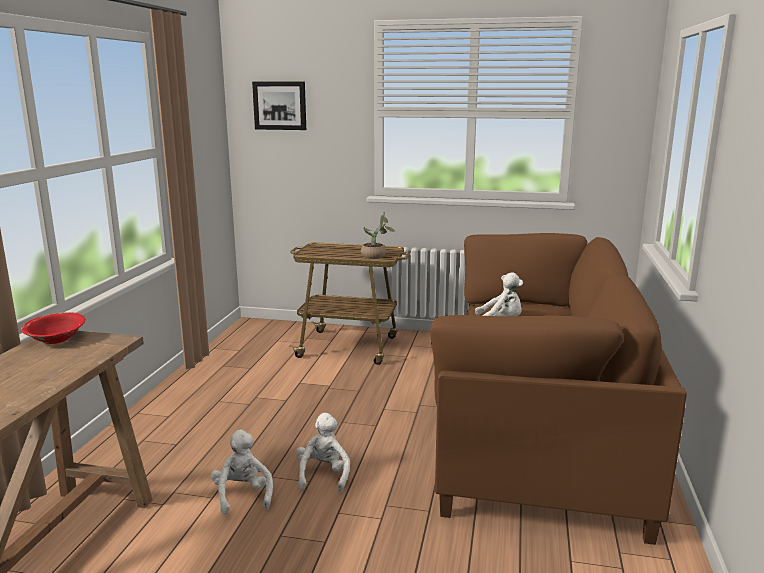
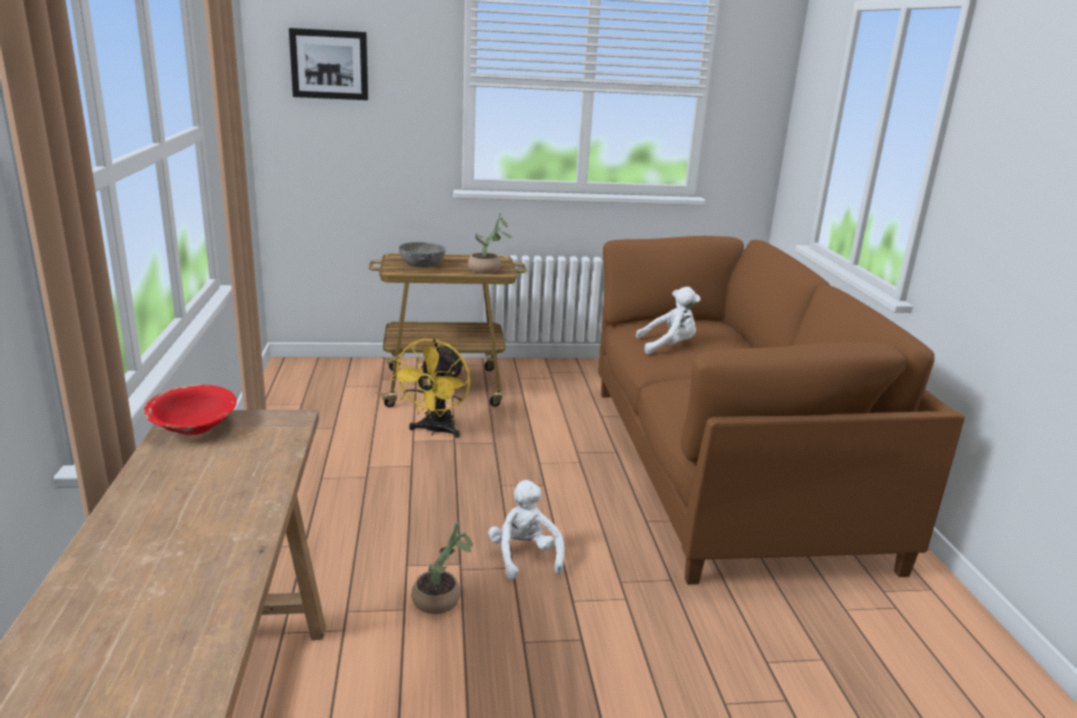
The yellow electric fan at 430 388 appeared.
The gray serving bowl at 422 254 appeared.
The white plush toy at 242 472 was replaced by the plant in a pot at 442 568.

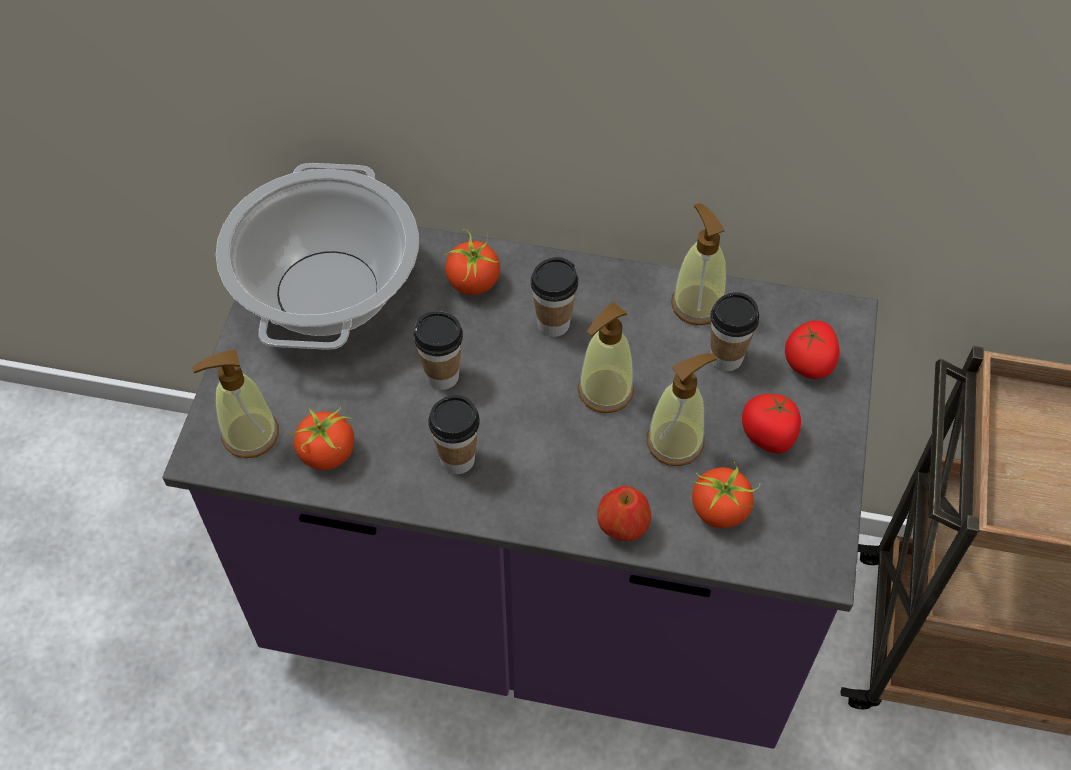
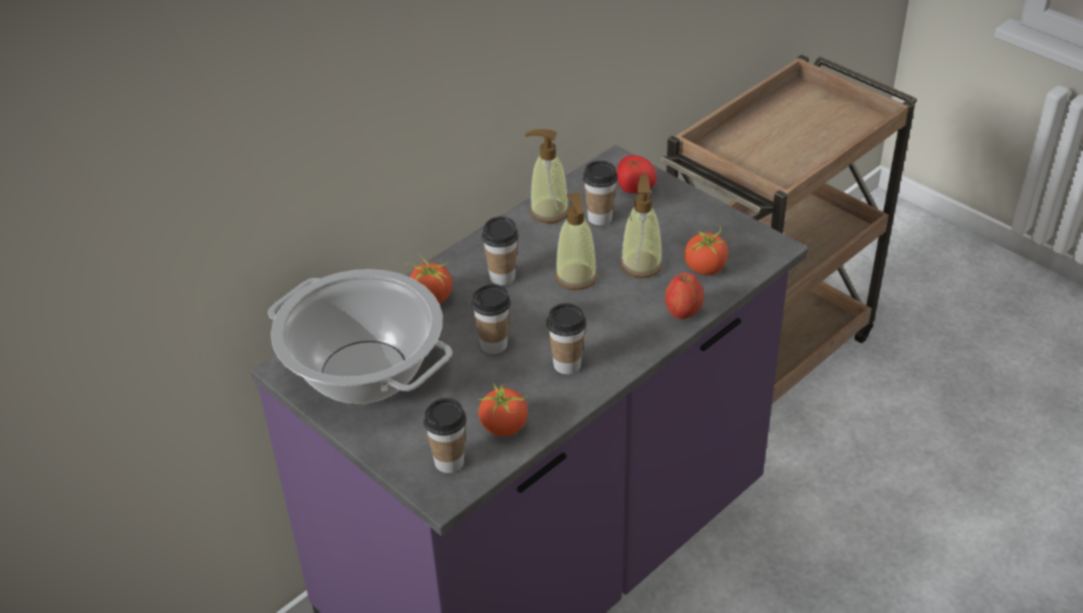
The soap dispenser at 235 404 was replaced by the drinking cup at 444 435.
The whole tomato at 771 424 disappeared.

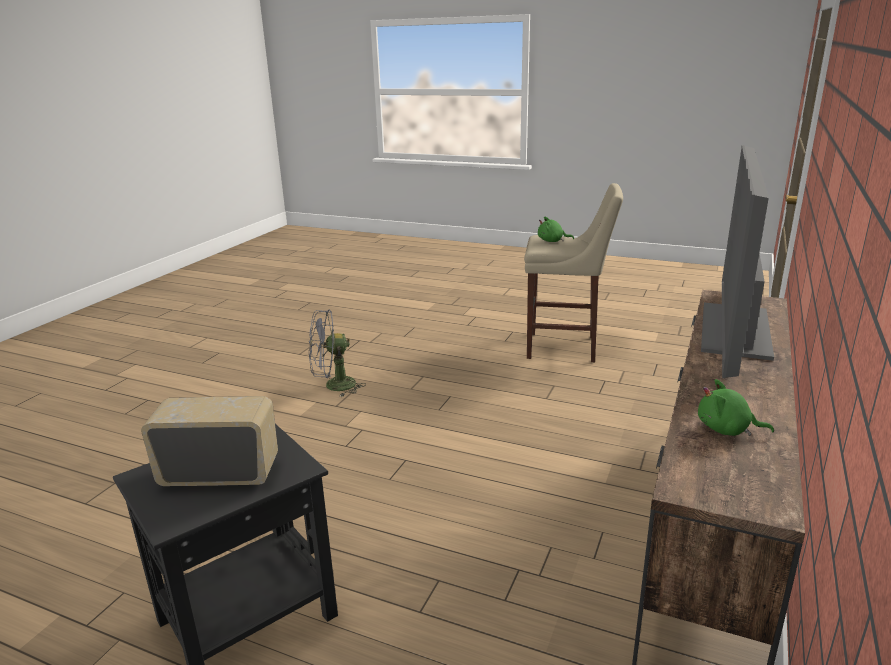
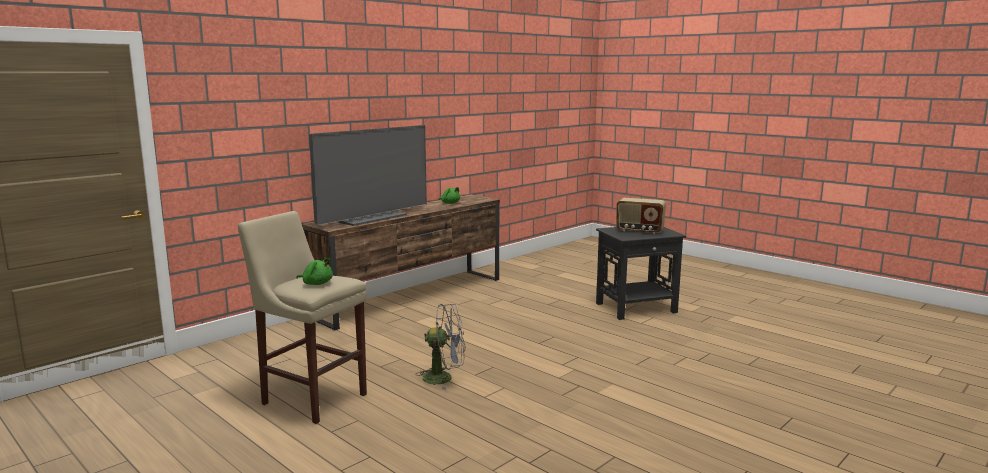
The gray electric fan moved from 337 353 to 440 347.

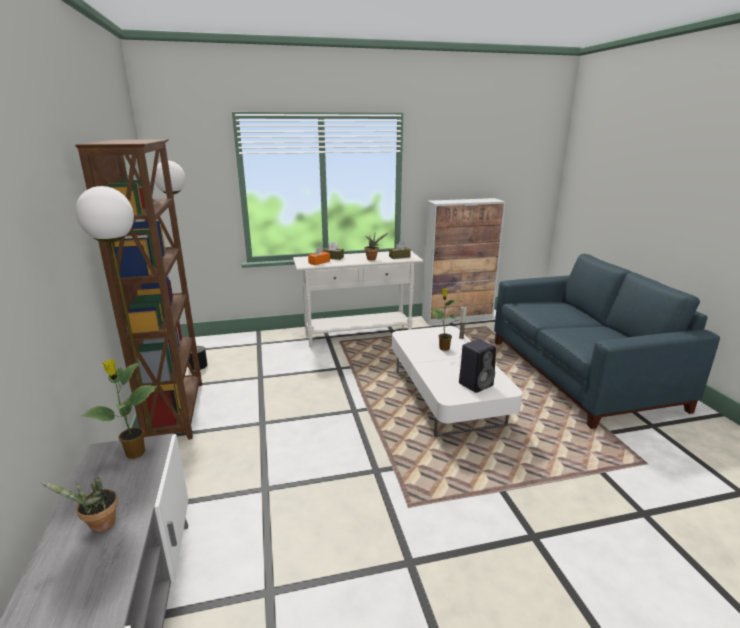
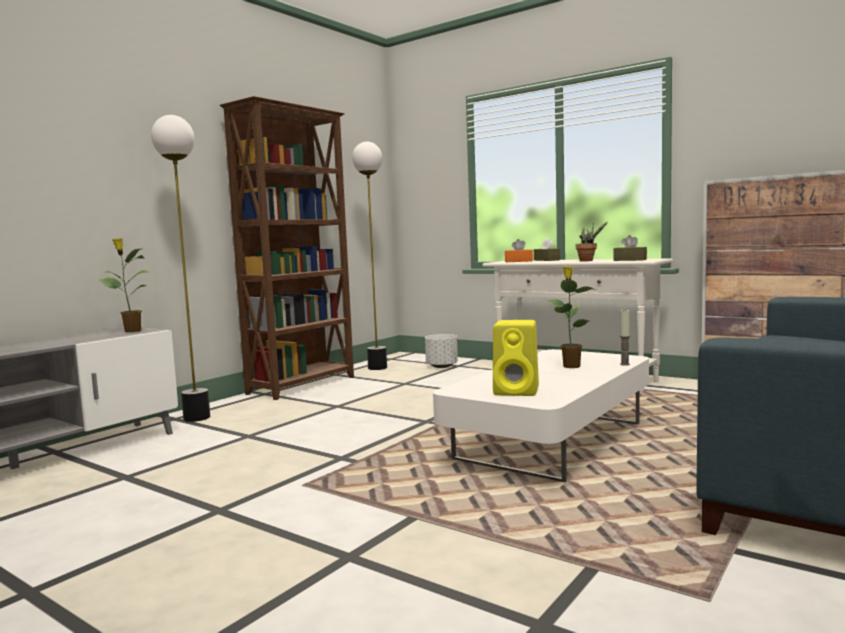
The white plant pot at 441 351 appeared.
The black speaker at 477 366 became the yellow speaker at 516 358.
The plant in a pot at 79 505 disappeared.

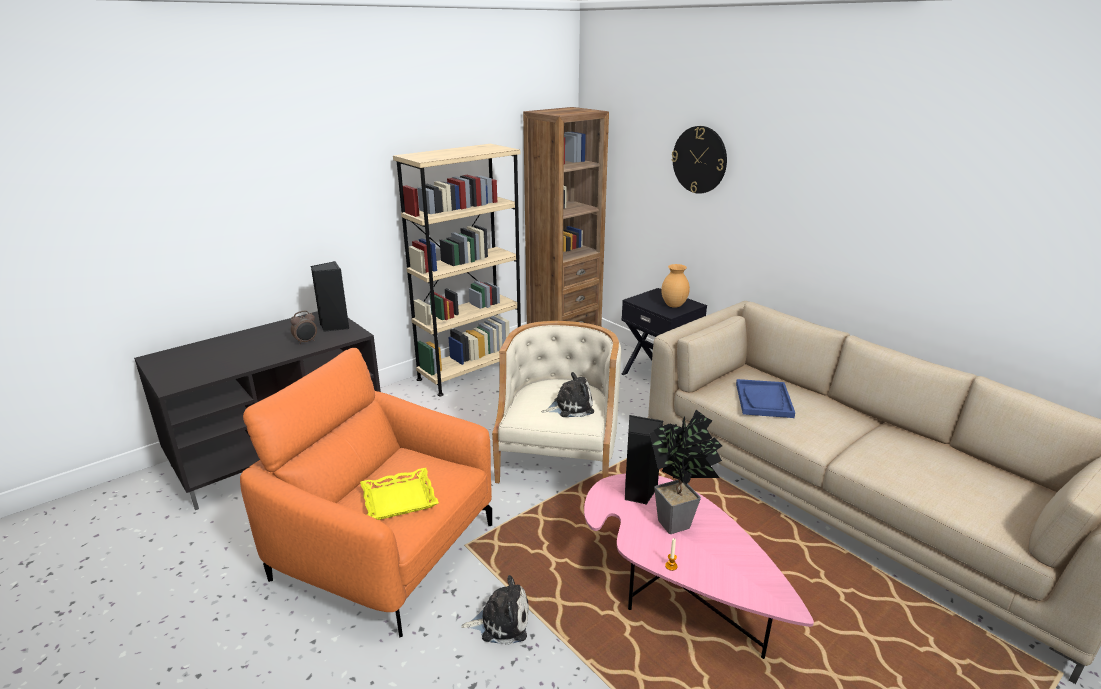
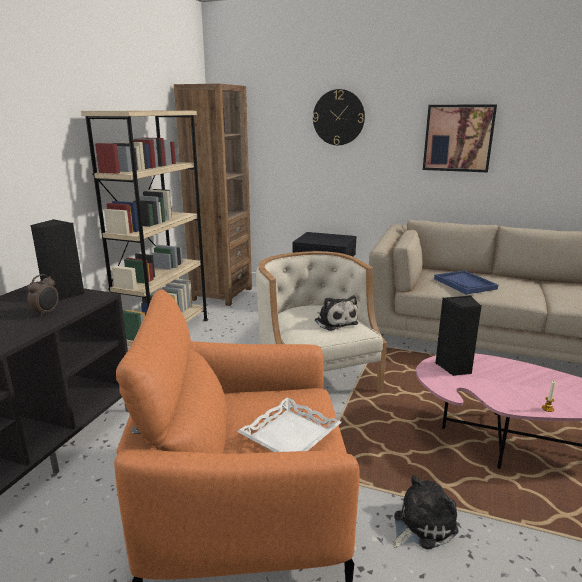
The yellow serving tray at 399 494 became the white serving tray at 289 424.
The plush toy at 568 394 turned 105 degrees clockwise.
The wall picture at 460 138 appeared.
The plant in a pot at 686 472 disappeared.
The brownish vase at 675 286 disappeared.

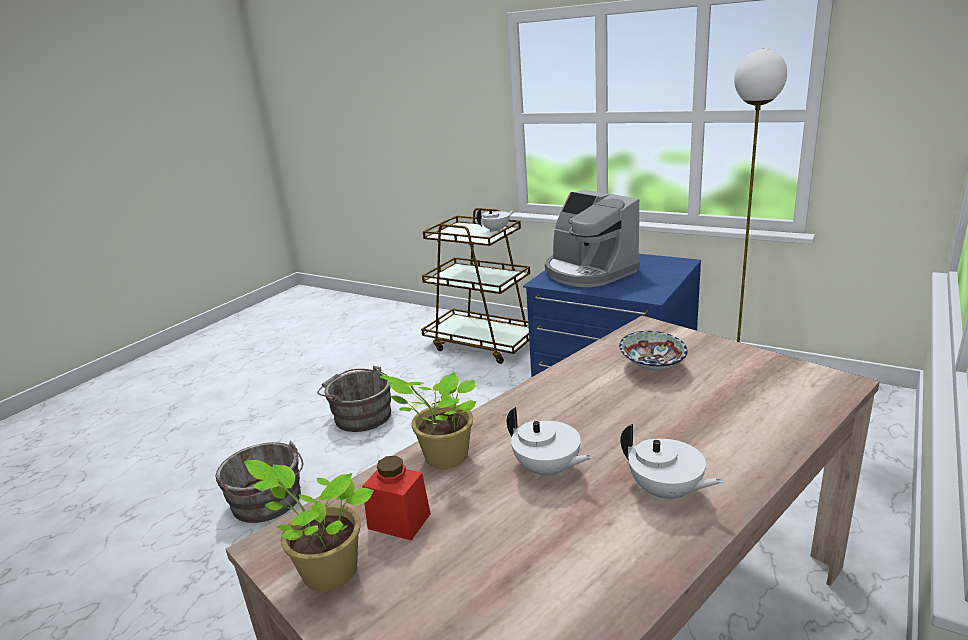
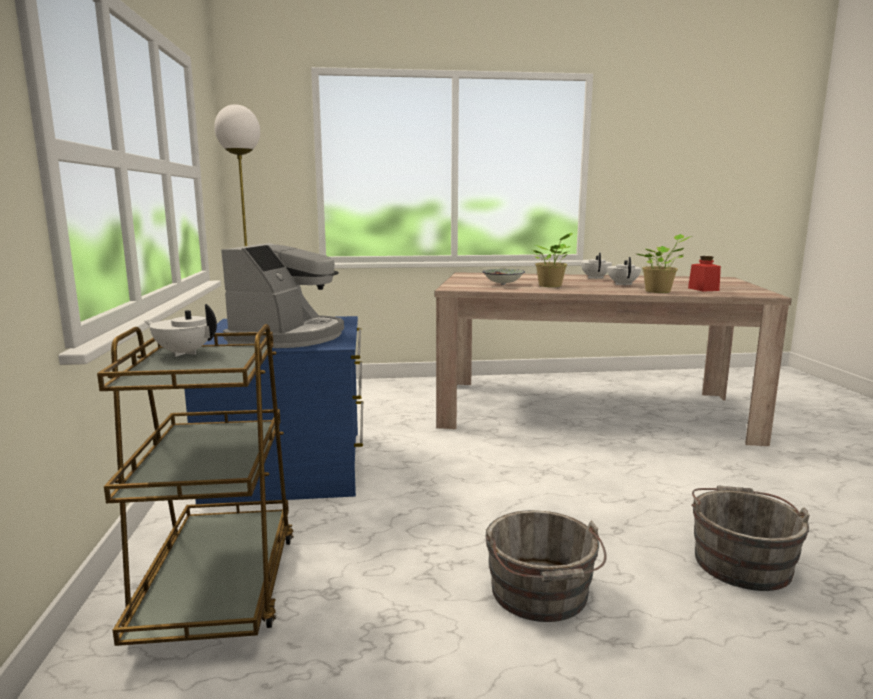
The plant in a pot moved from 309 526 to 553 260.

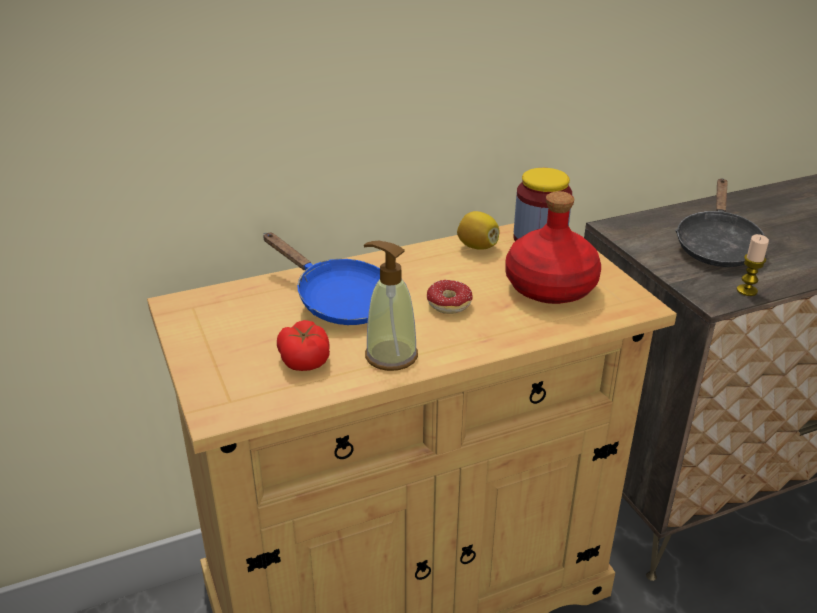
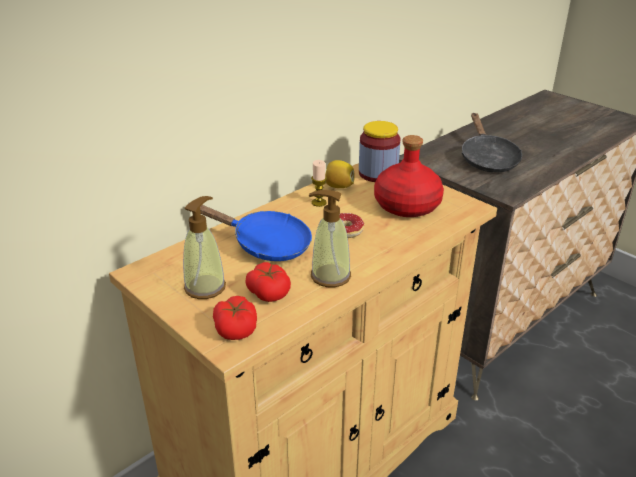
The soap dispenser at 204 247 appeared.
The whole tomato at 235 318 appeared.
The wax candle moved from 753 265 to 319 183.

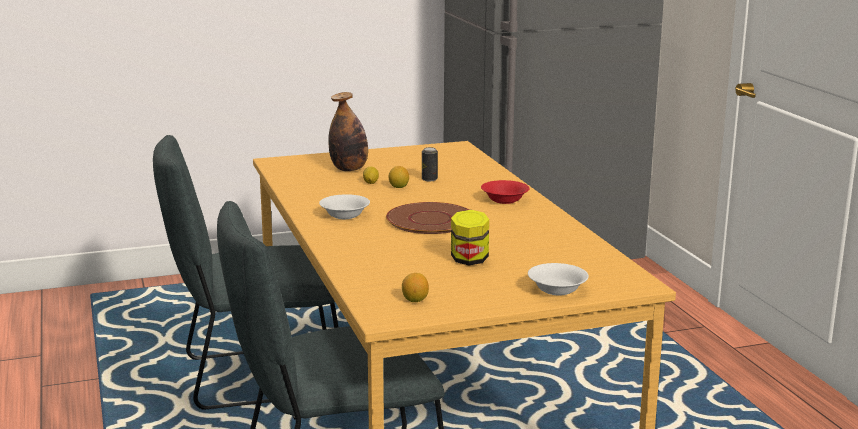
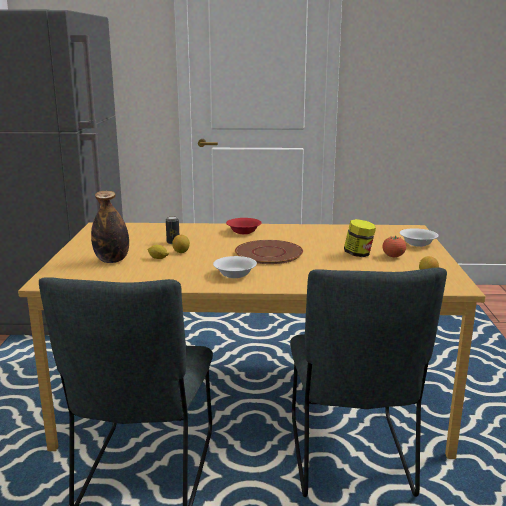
The whole tomato at 394 246 appeared.

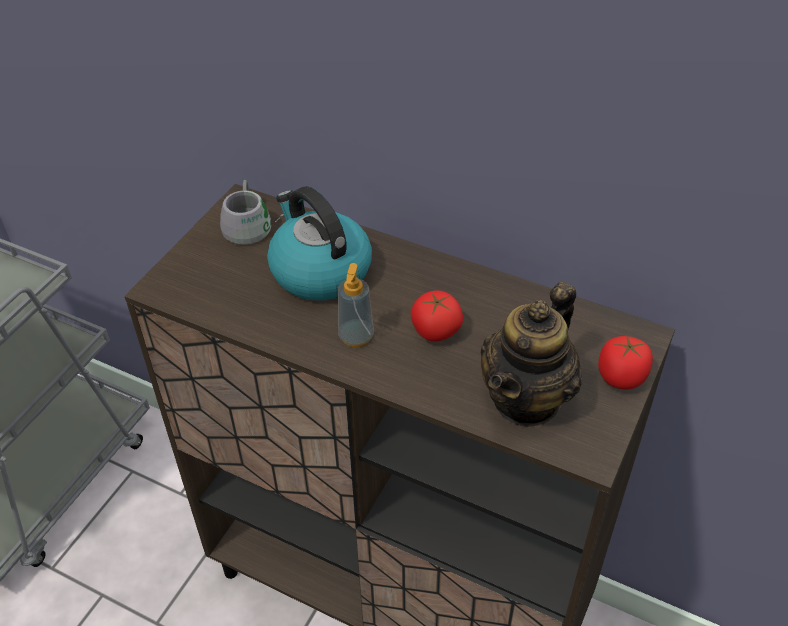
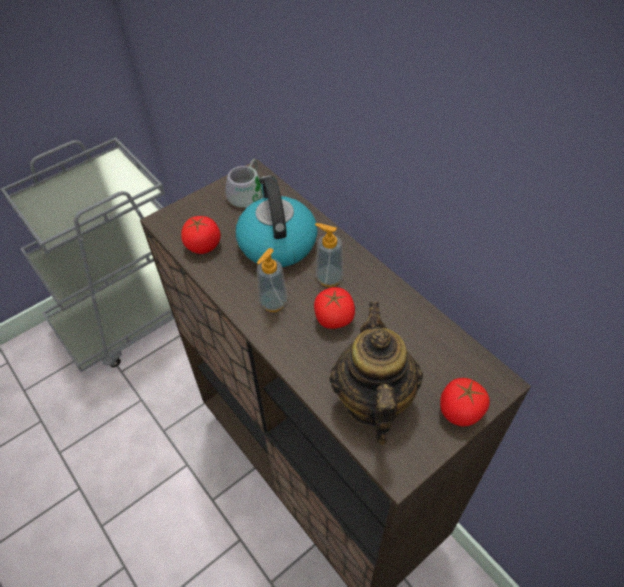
The whole tomato at 201 235 appeared.
The soap dispenser at 329 255 appeared.
The teapot at 531 355 turned 120 degrees clockwise.

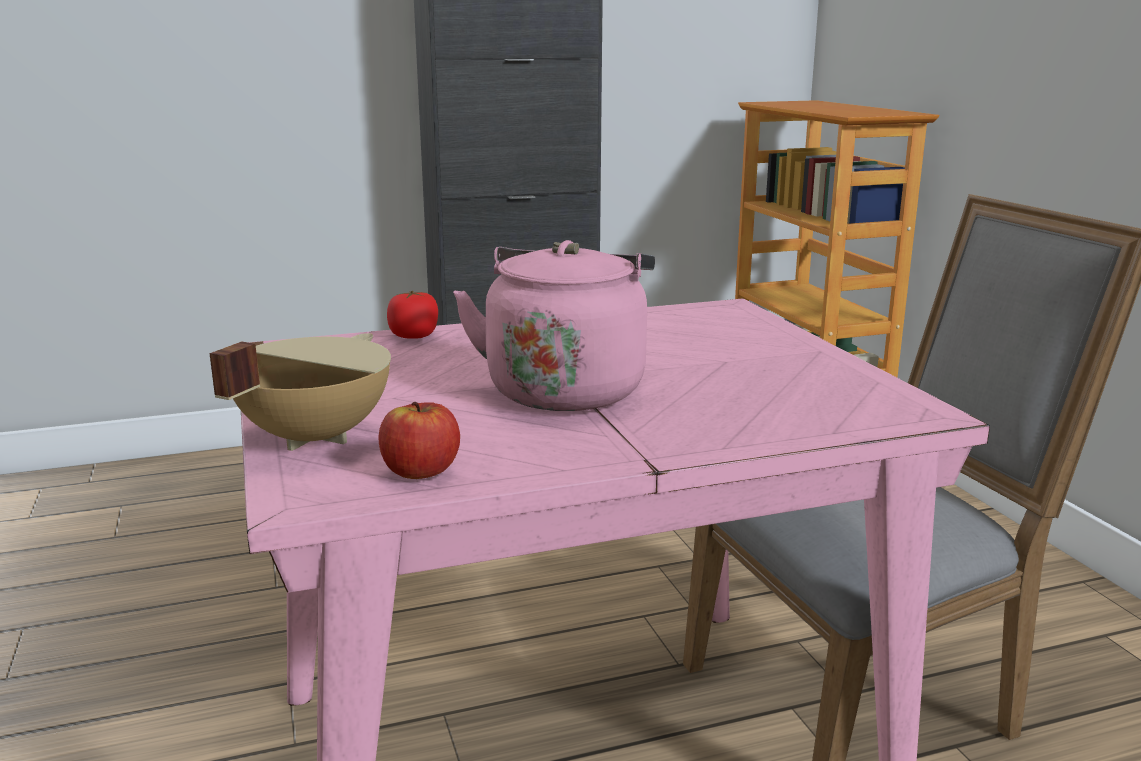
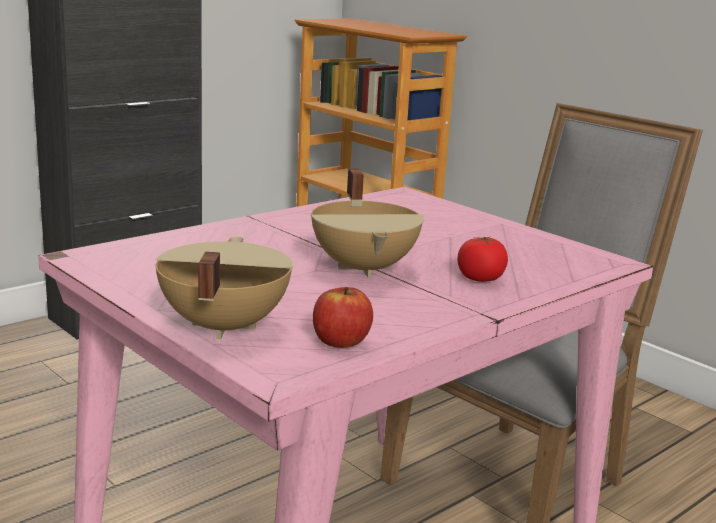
The pink water kettle at 554 325 was replaced by the beige-coloured cooking pot at 367 223.
The whole tomato moved from 412 315 to 482 259.

